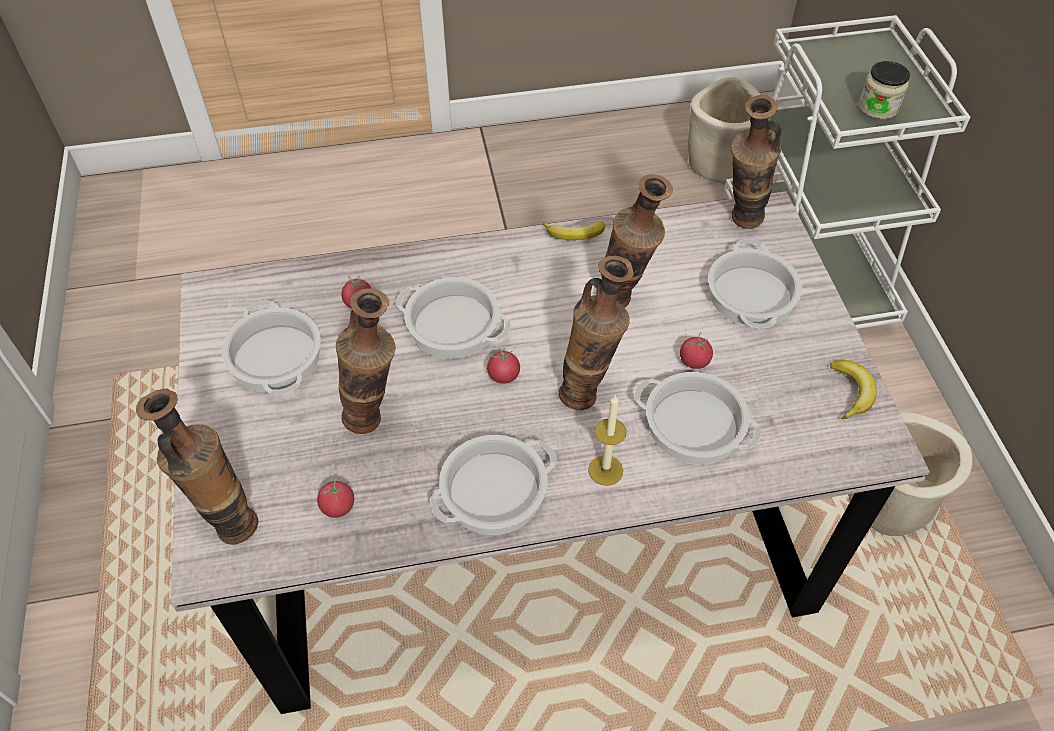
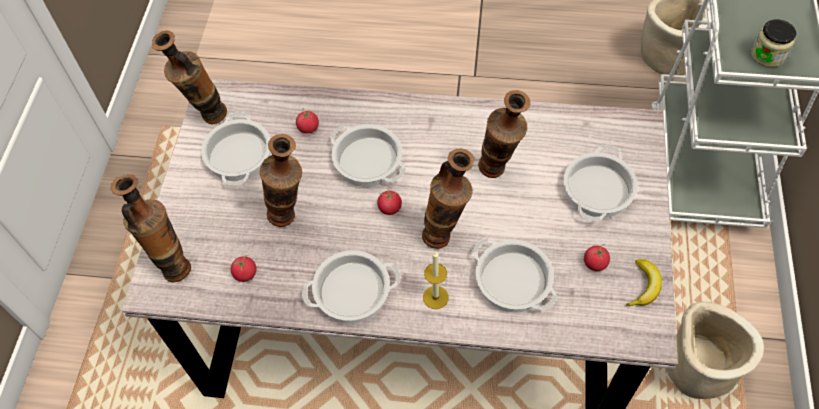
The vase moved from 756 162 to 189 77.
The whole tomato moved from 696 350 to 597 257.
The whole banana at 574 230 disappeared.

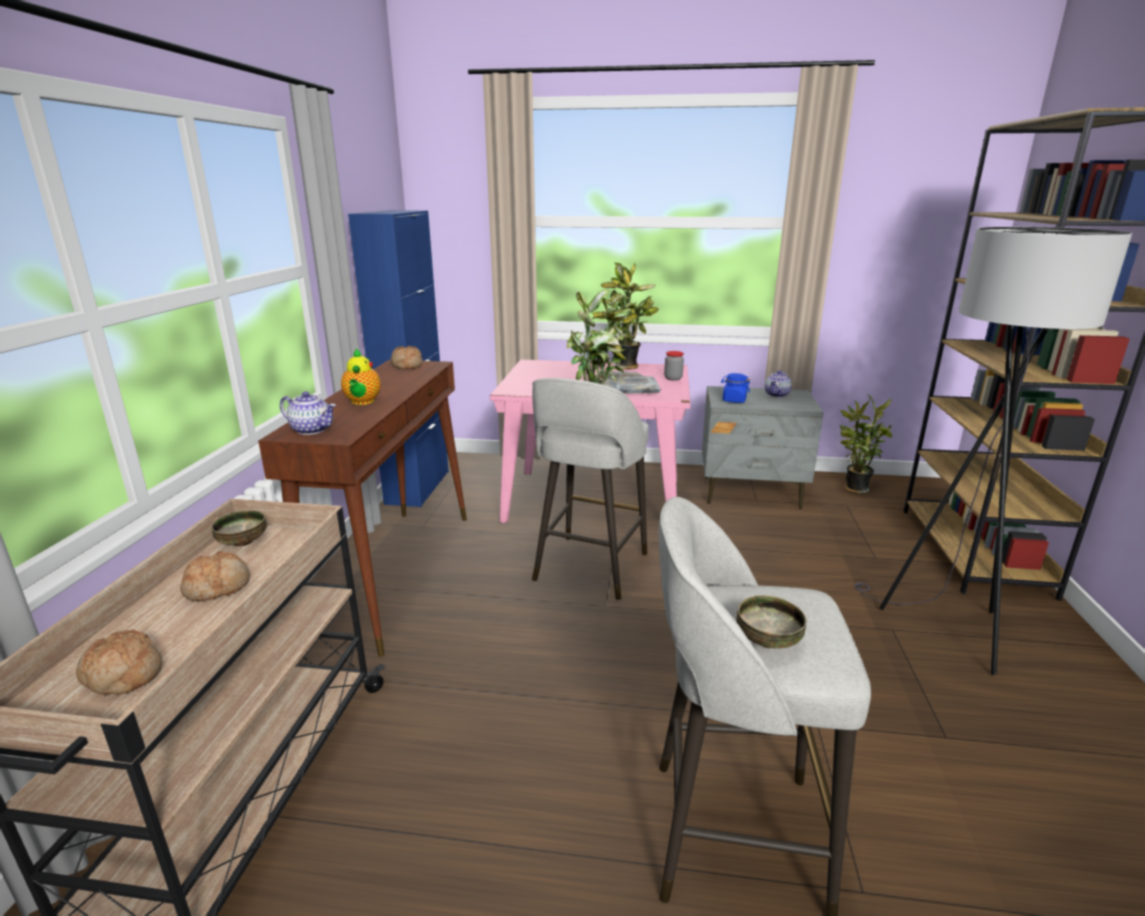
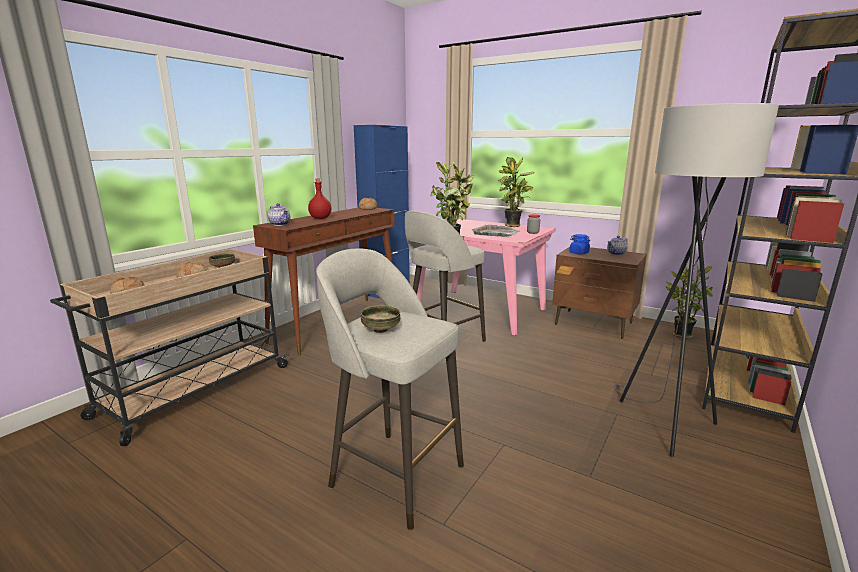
The teapot at 361 377 was replaced by the red bottle at 319 199.
The gray night table at 763 447 became the brownish night table at 599 293.

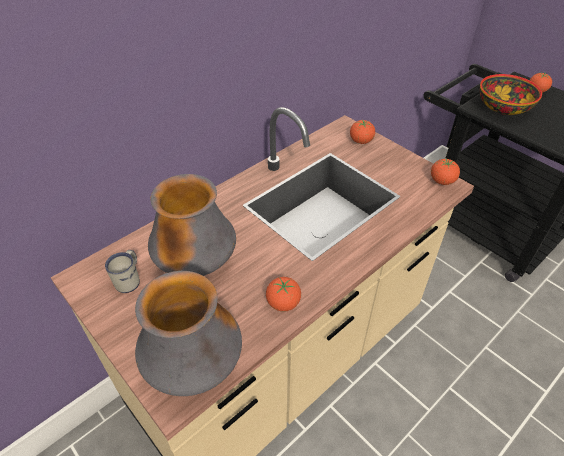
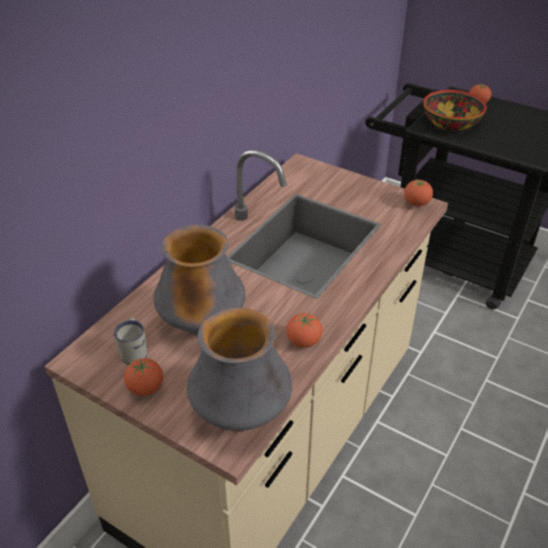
The whole tomato moved from 362 132 to 143 377.

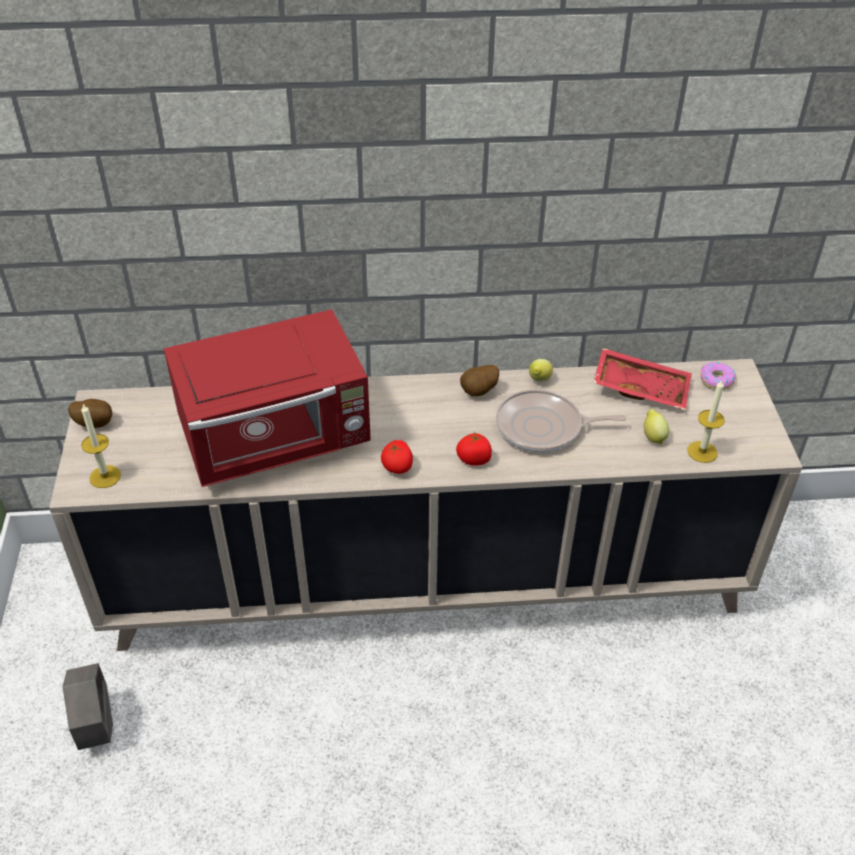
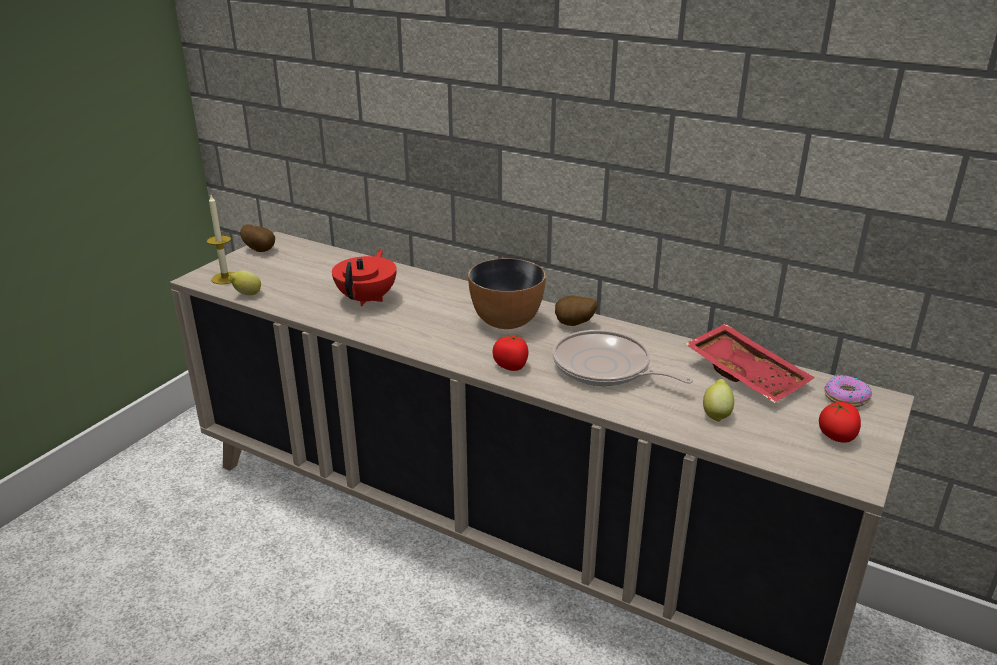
The citrus fruit moved from 541 370 to 244 282.
The red kitchen microwave at 267 398 was replaced by the red teapot at 364 278.
The serving bowl at 507 293 appeared.
The whole tomato moved from 397 457 to 840 422.
The gray plant pot at 88 706 disappeared.
The wax candle at 706 421 disappeared.

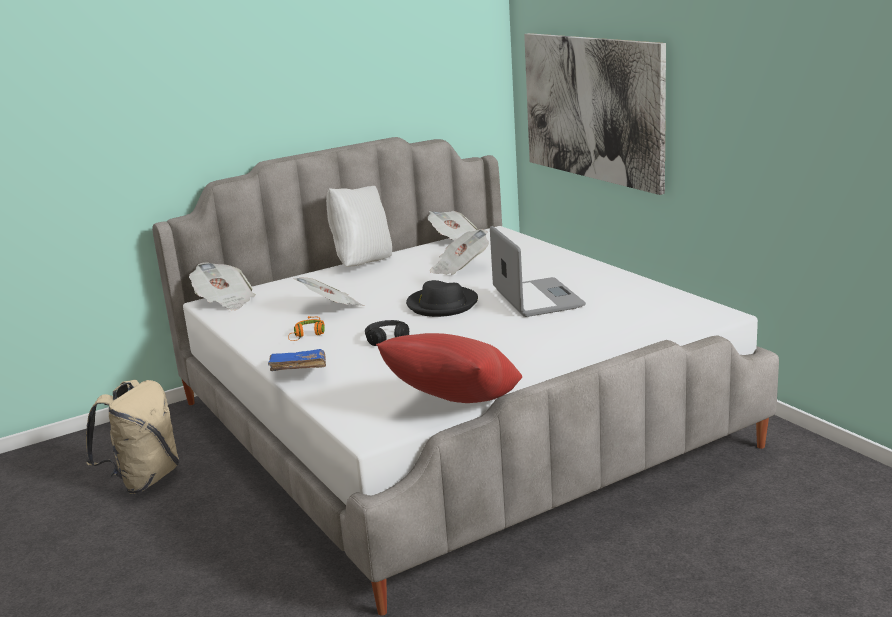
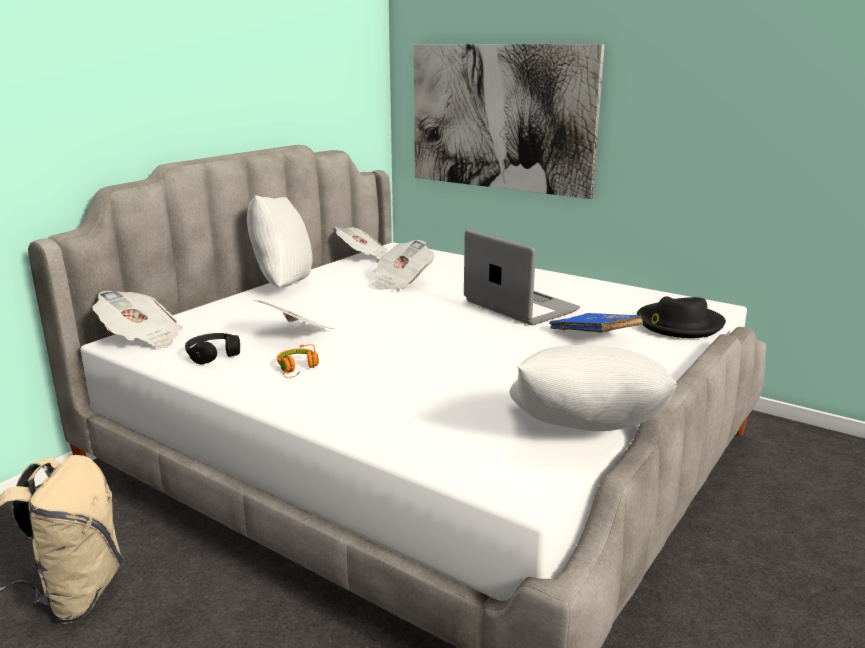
The black pair of headphones moved from 387 333 to 212 349.
The red pillow at 449 368 became the white pillow at 593 388.
The bluish volume moved from 297 360 to 596 323.
The black wearable hat moved from 442 298 to 681 317.

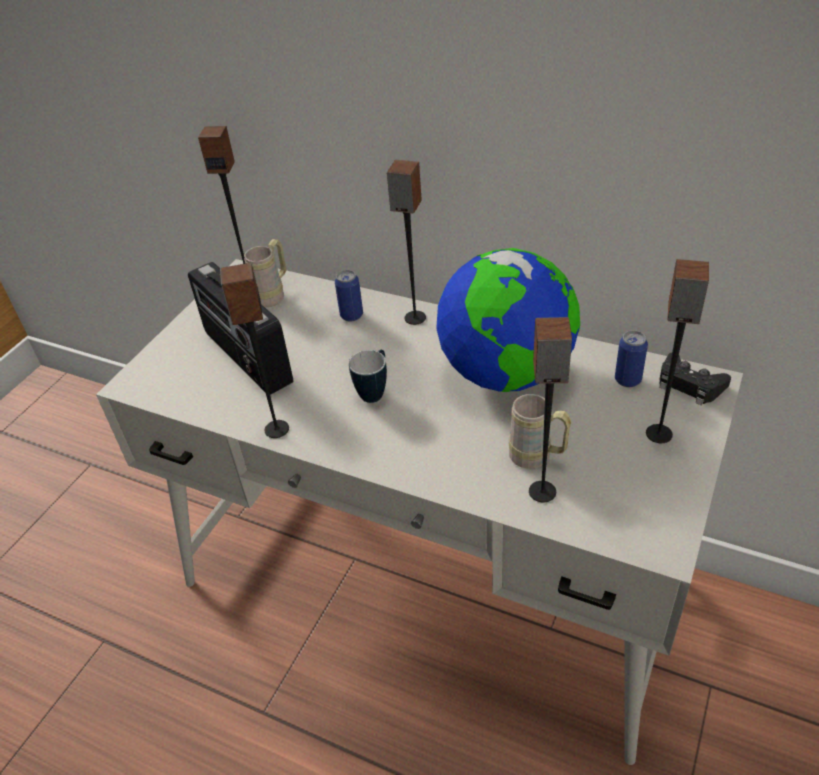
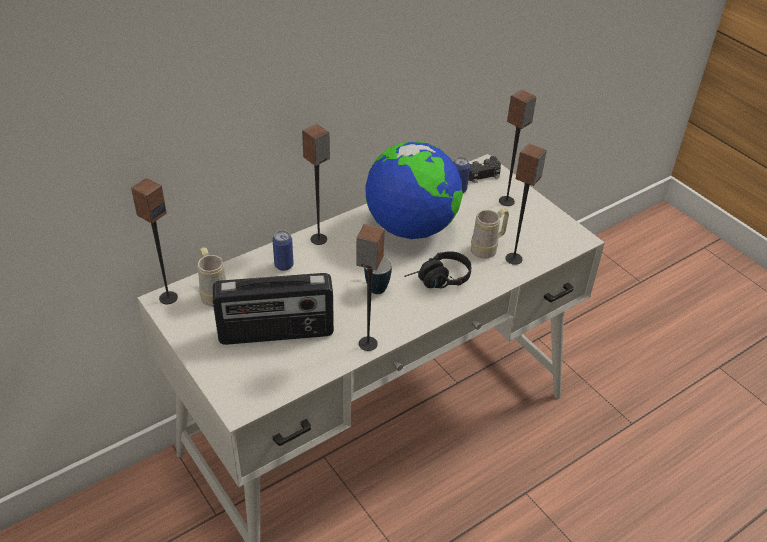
The black pair of headphones at 437 269 appeared.

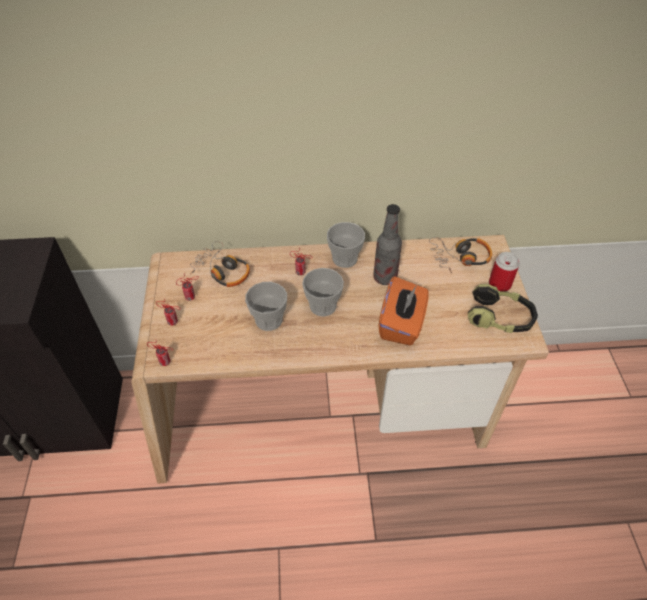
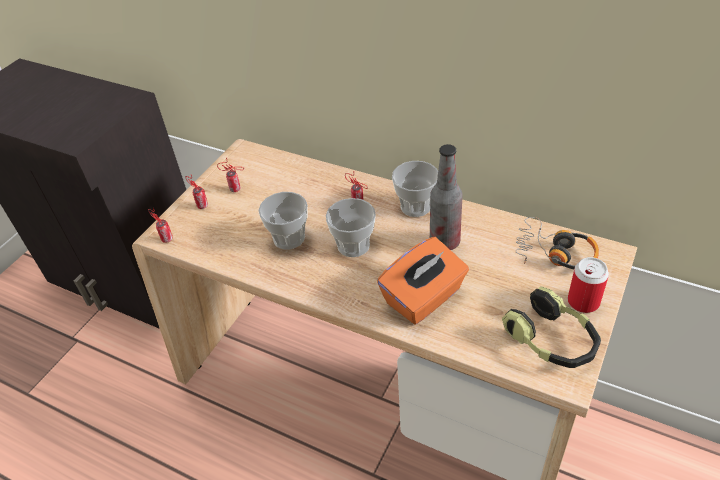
The pair of headphones at 220 264 disappeared.

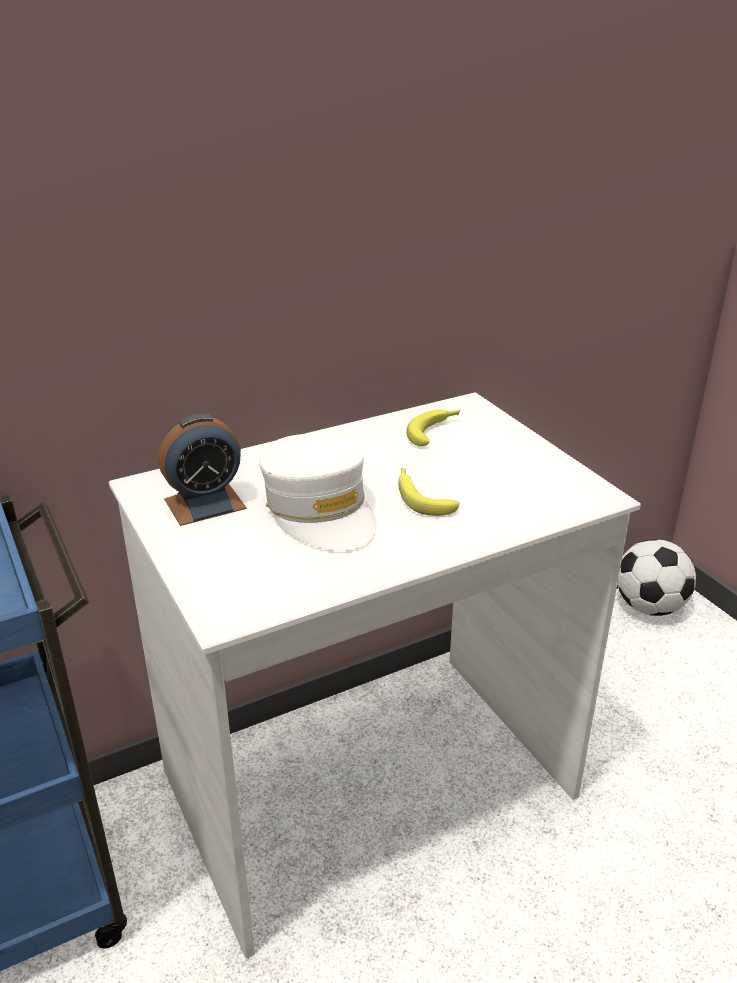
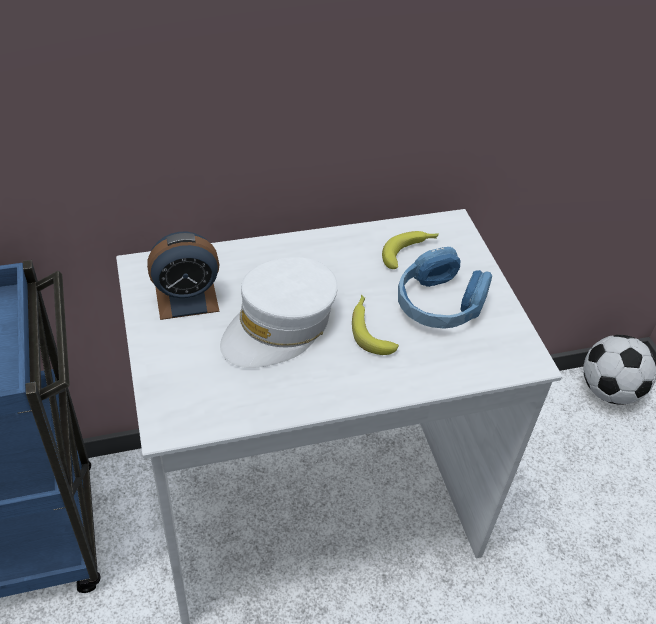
The white cap at 317 492 turned 60 degrees clockwise.
The bluish pair of headphones at 445 288 appeared.

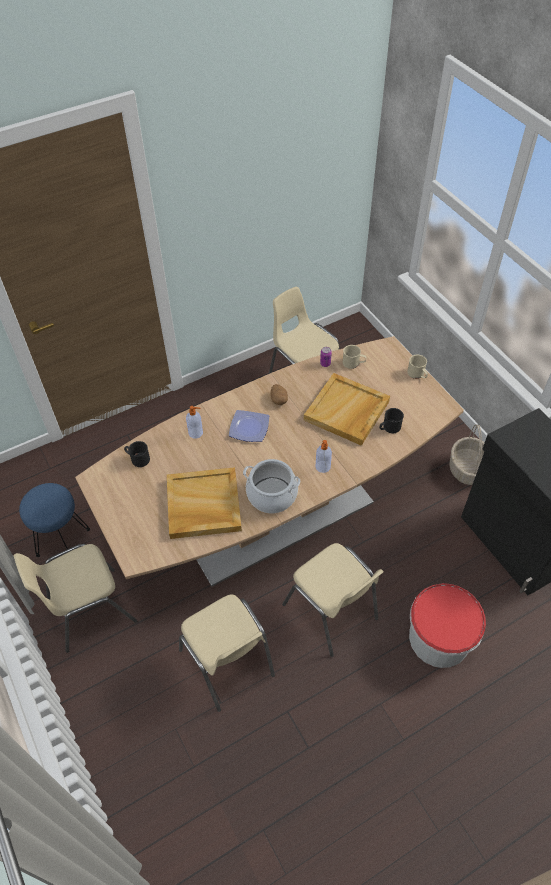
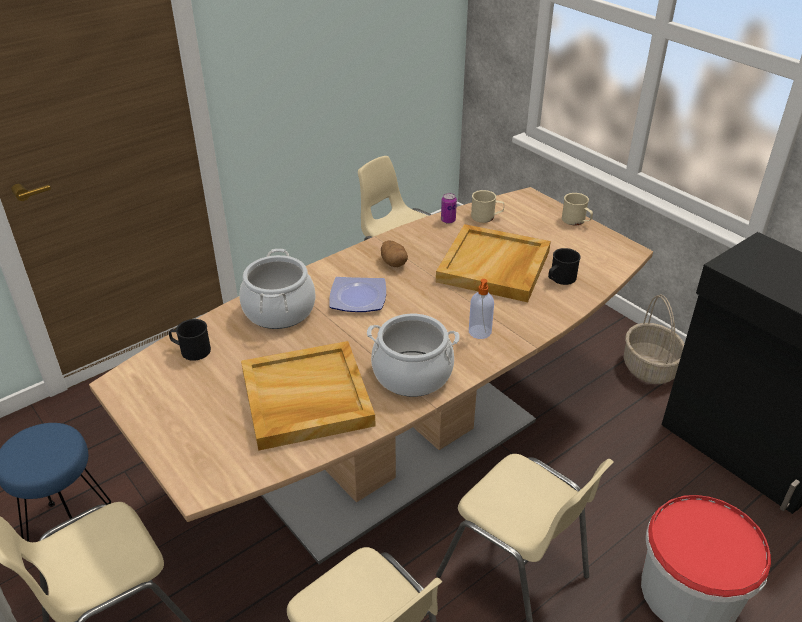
The soap dispenser at 194 422 was replaced by the cooking pot at 278 289.

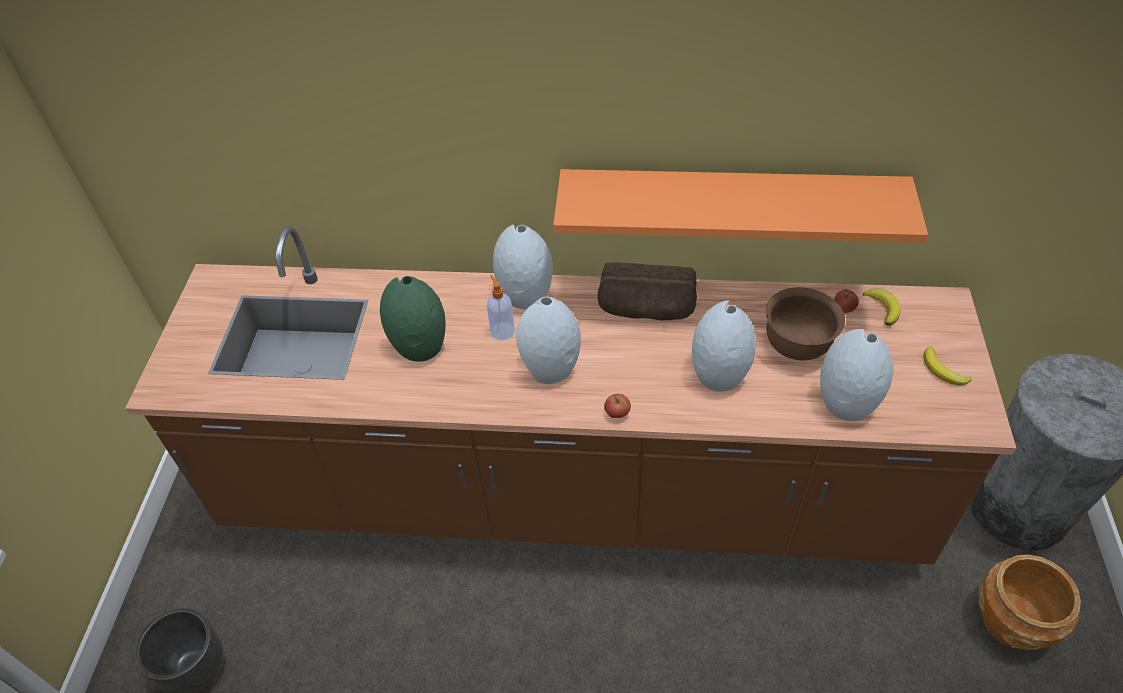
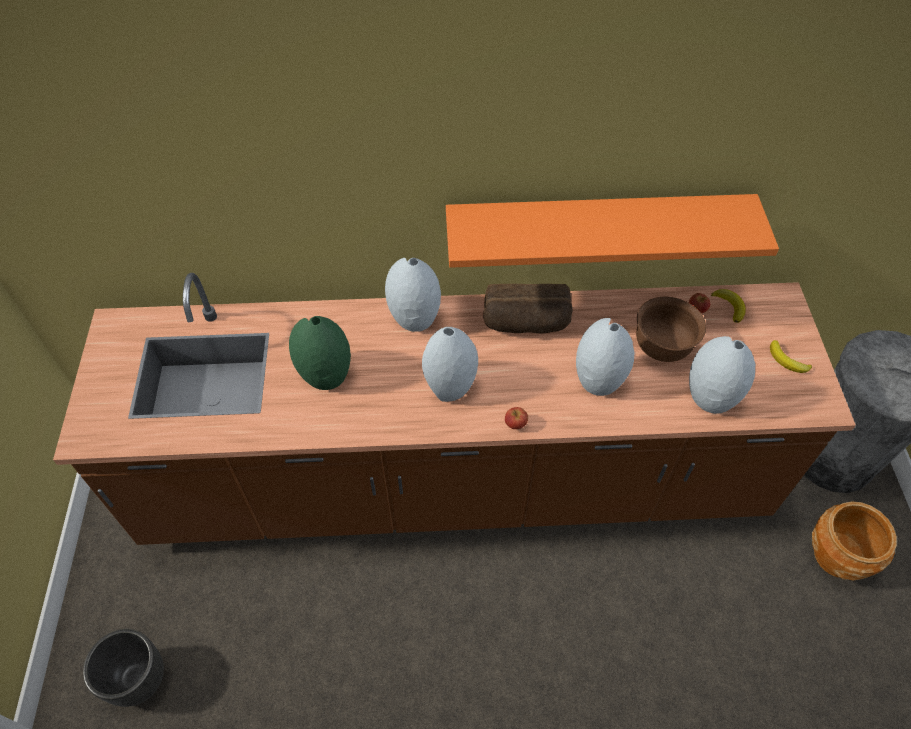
The soap dispenser at 501 307 disappeared.

